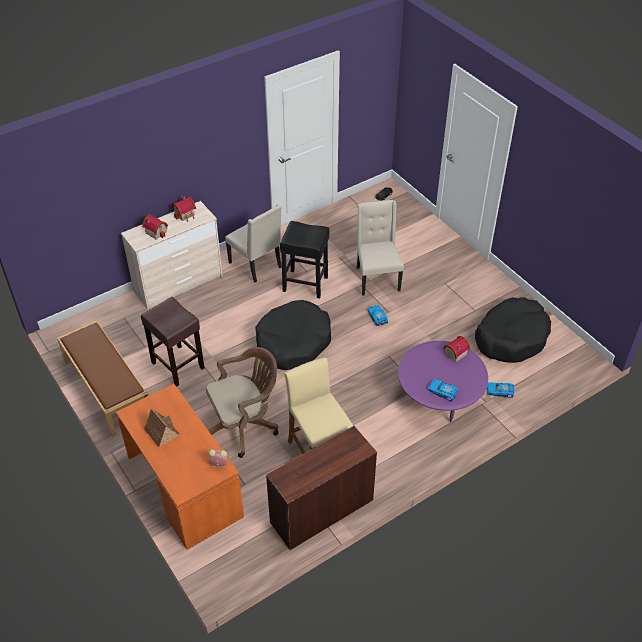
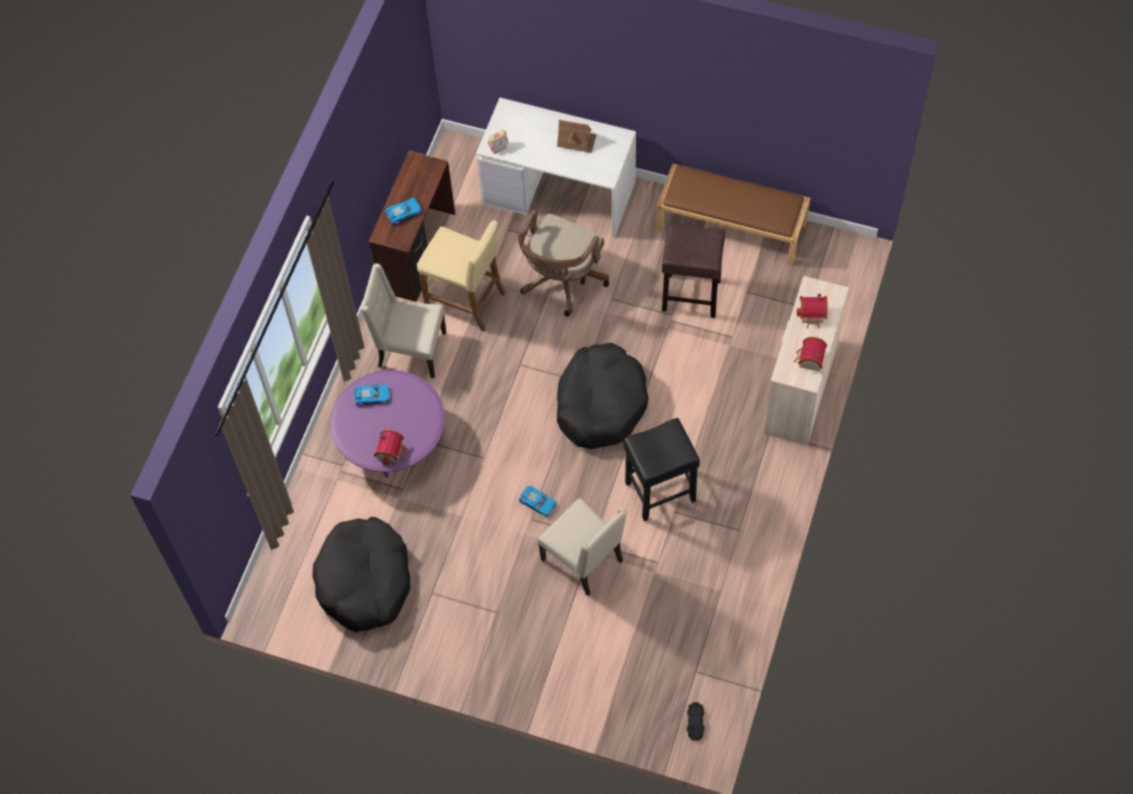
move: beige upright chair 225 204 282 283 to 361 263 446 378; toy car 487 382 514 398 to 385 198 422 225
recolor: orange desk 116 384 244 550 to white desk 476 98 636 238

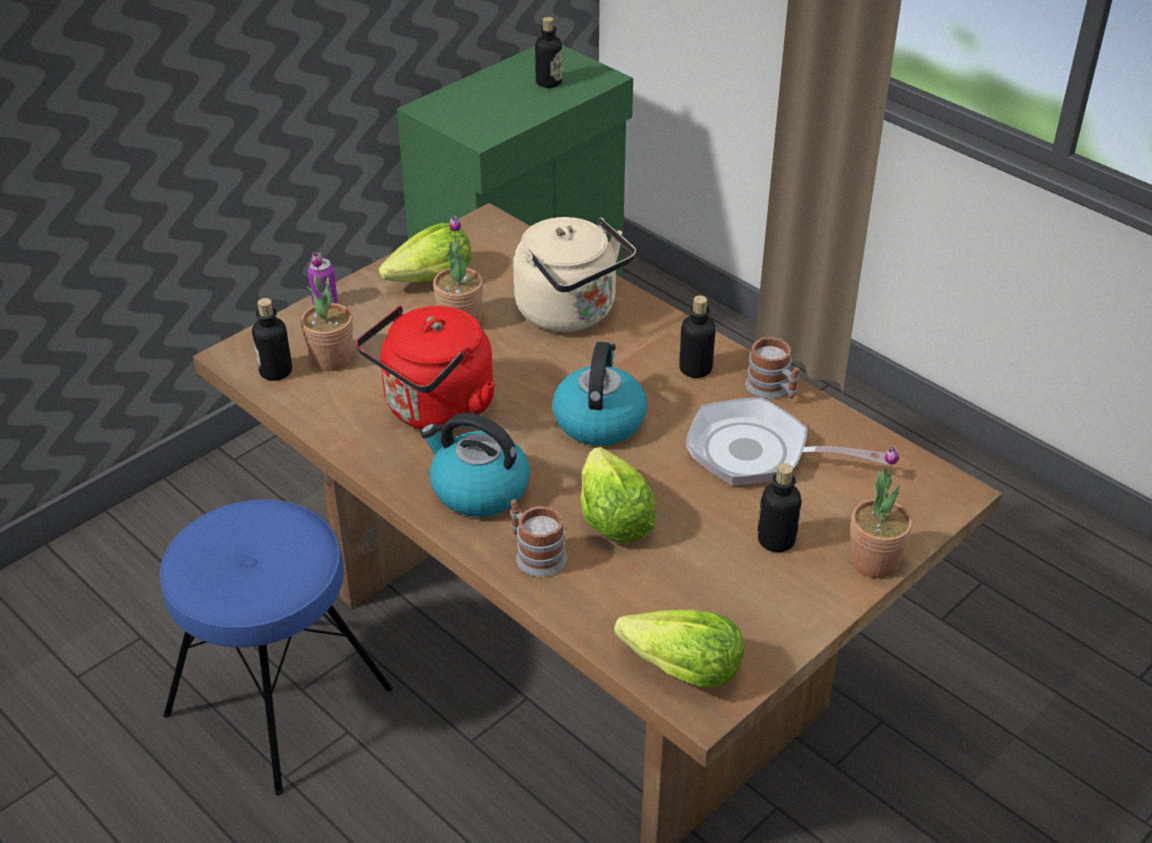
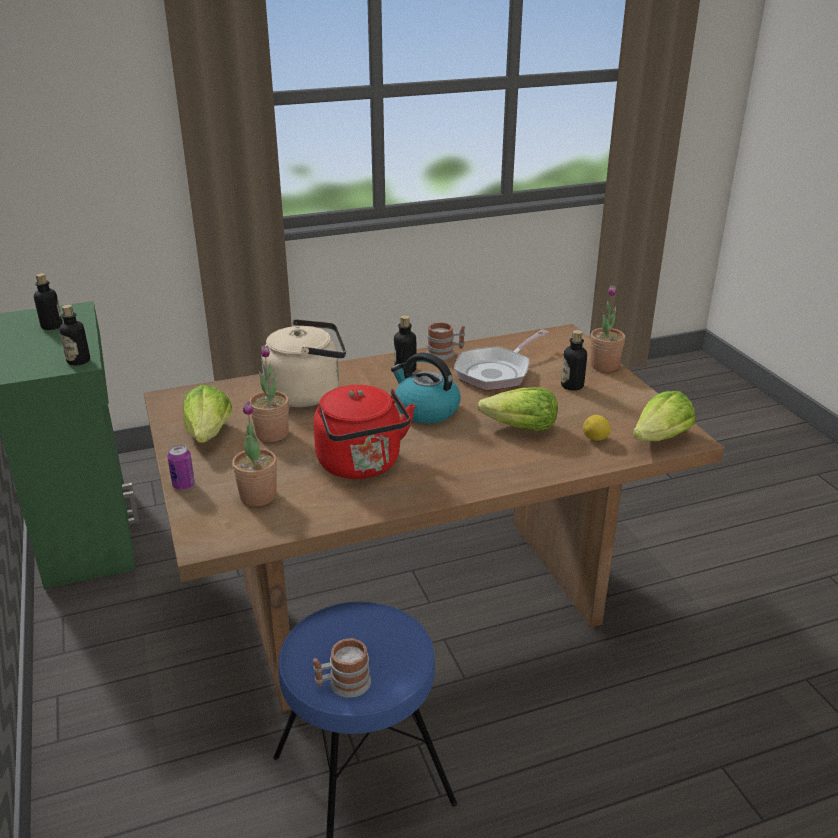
delete: tea kettle 420 413 530 517
insert: citrus fruit 583 415 611 440
move: beverage bottle 252 298 292 381 to 59 305 90 365; coffee mug 510 499 567 577 to 313 638 371 698

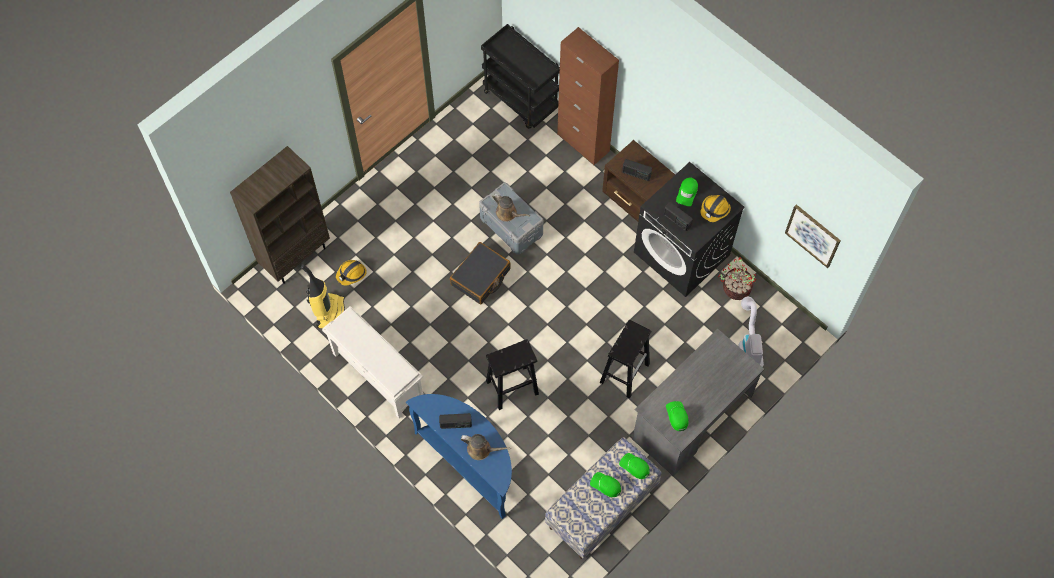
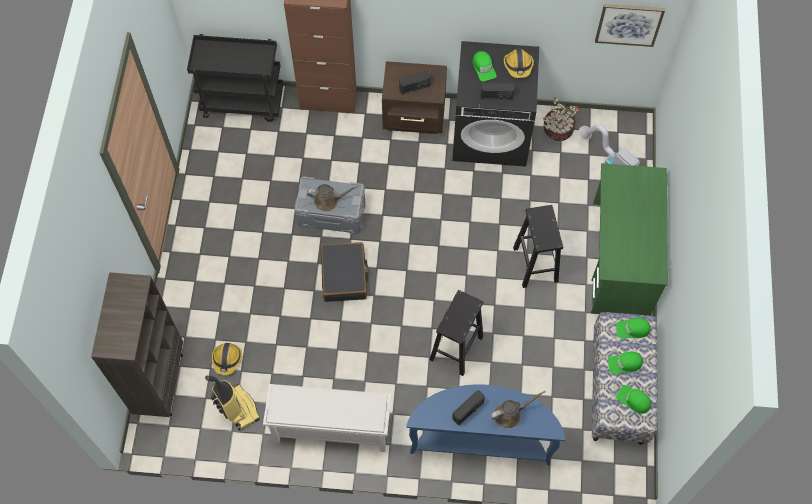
move: greenish cap 666 401 689 431 to 616 385 651 414
recolor: grey desk 632 329 764 476 to greenish desk 591 163 668 316

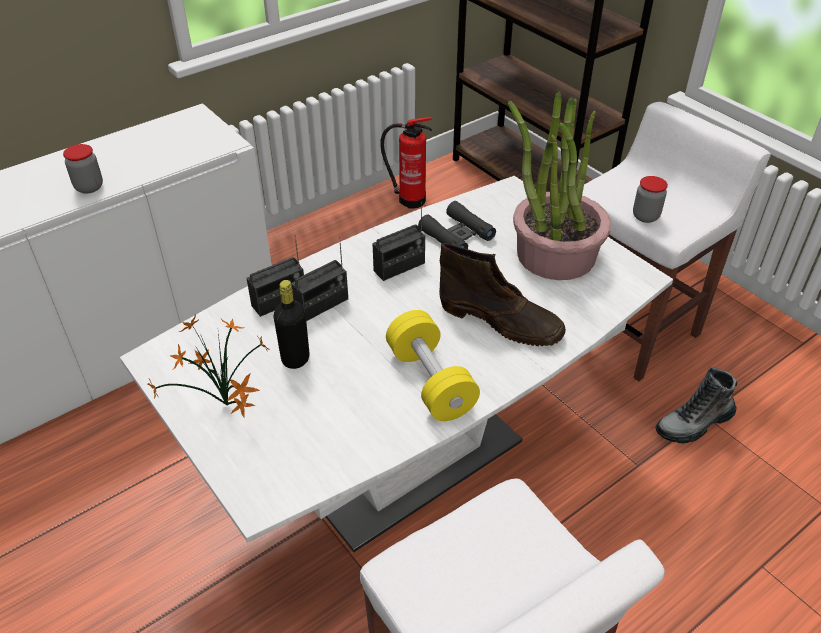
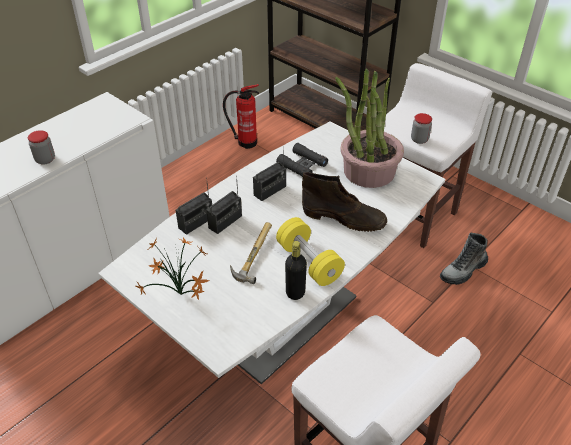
insert: tool hammer 230 222 272 284
move: black beverage bottle 274 280 309 369 to 285 241 307 300

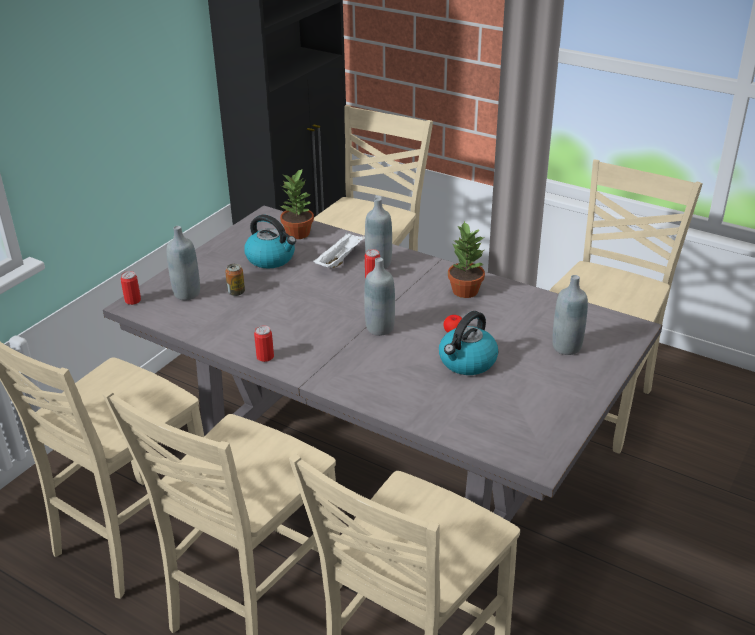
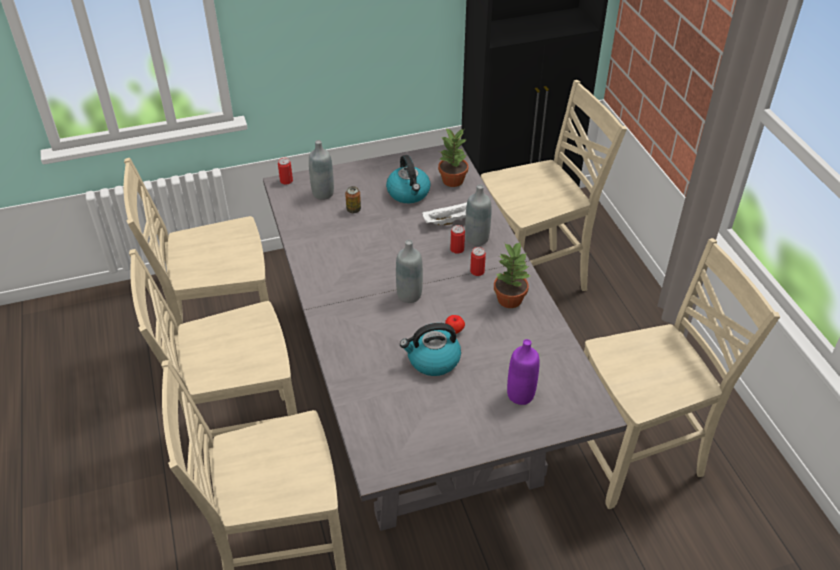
move: metal can 254 325 274 362 to 470 247 486 276
recolor: grey beverage bottle 552 275 588 355 to purple beverage bottle 507 339 540 405

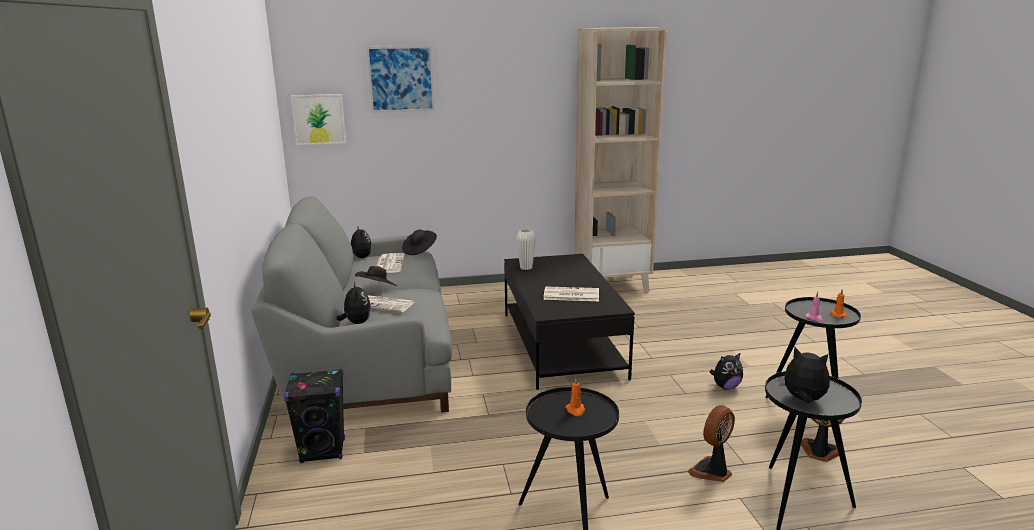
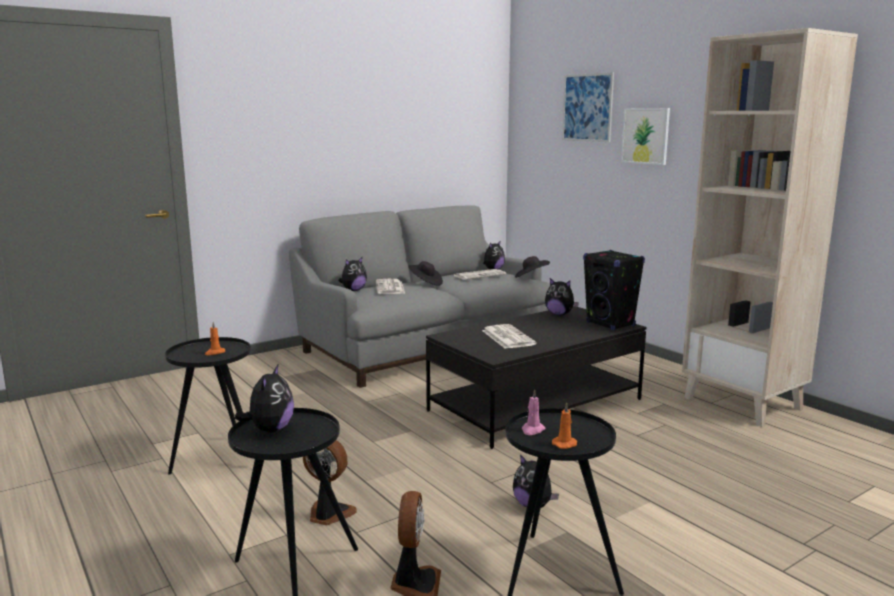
move: black speaker 284 369 345 463 to 583 250 645 330; picture 291 94 346 145 to 621 108 670 165
replace: white vase 516 229 536 270 to soft toy 545 278 579 315

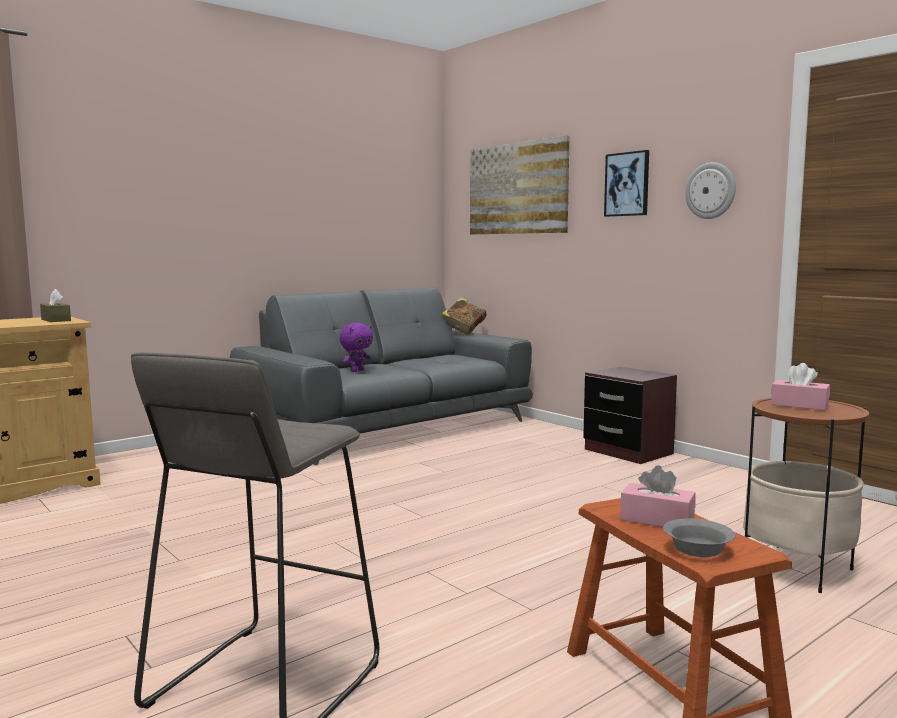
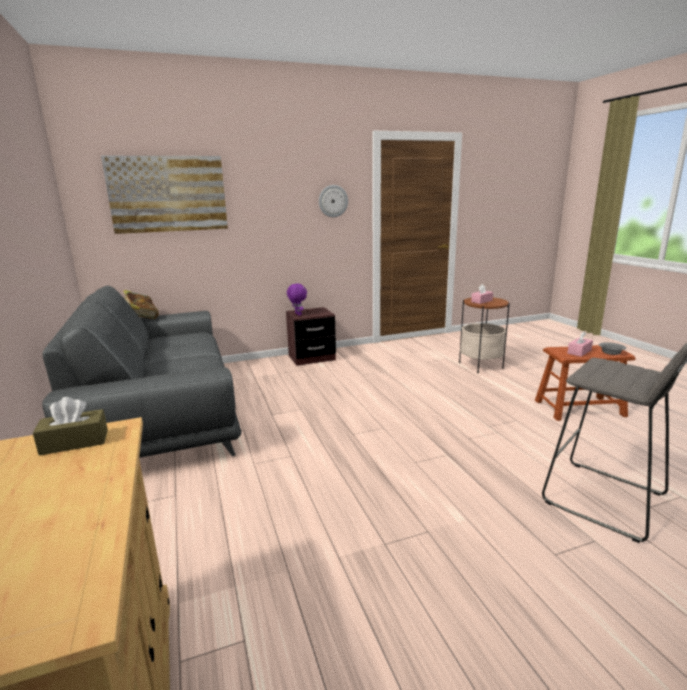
delete: picture 604 150 649 217
move: purple soft toy 339 323 373 372 to 287 284 307 316

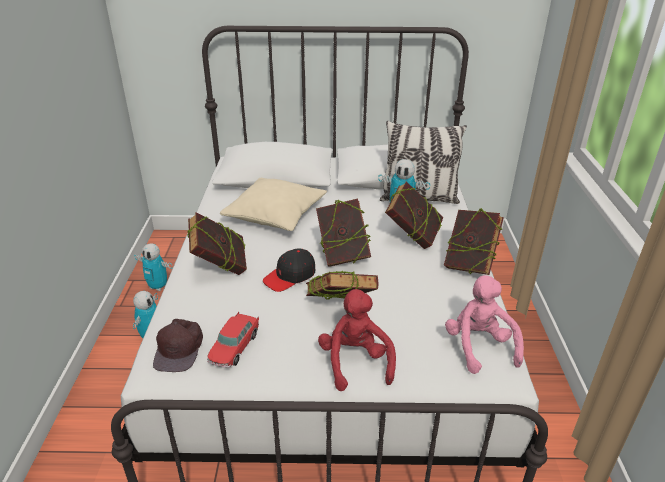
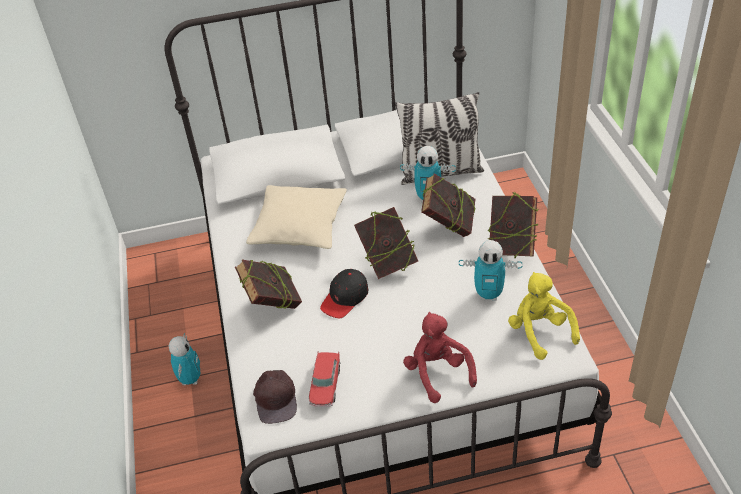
delete: bound book 306 270 378 300
move: robot figure 134 243 172 291 to 459 240 522 301
recolor: pink soft toy 445 275 524 374 to yellow-coloured soft toy 508 272 580 360

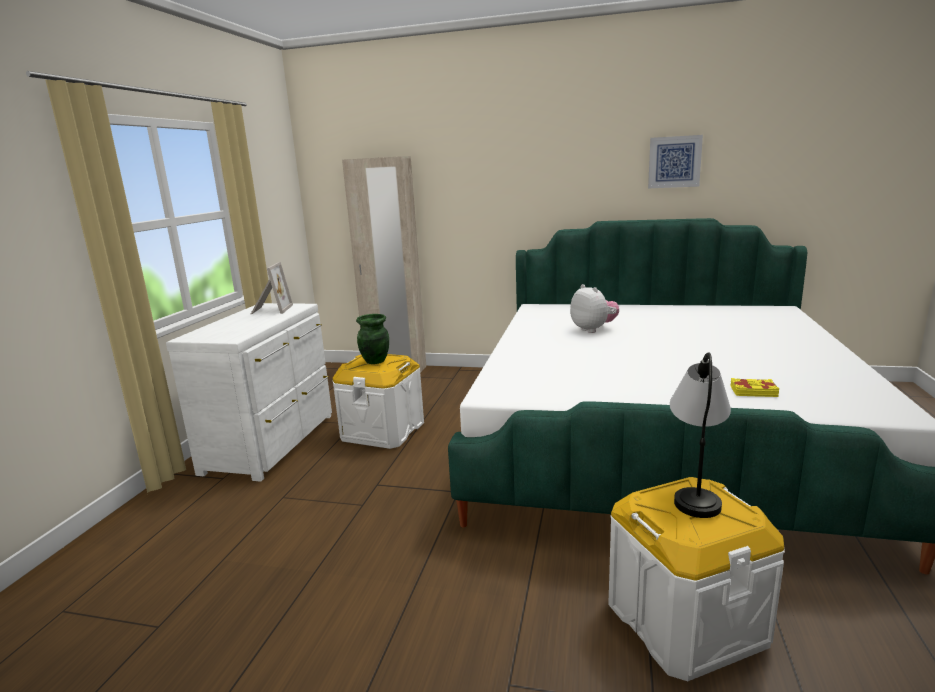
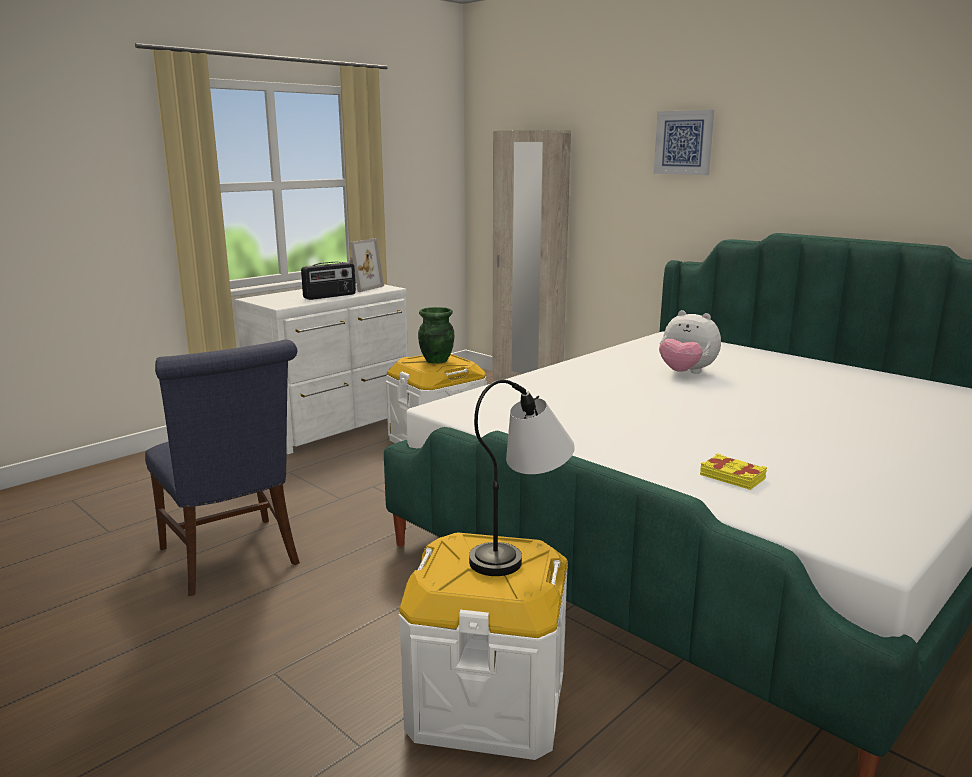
insert: bluish upright chair 145 340 300 596; radio receiver 301 262 356 300
move: picture 648 135 703 188 to 654 110 714 175
rotate: soft toy 570 284 619 333 = 659 310 721 374 120 degrees clockwise

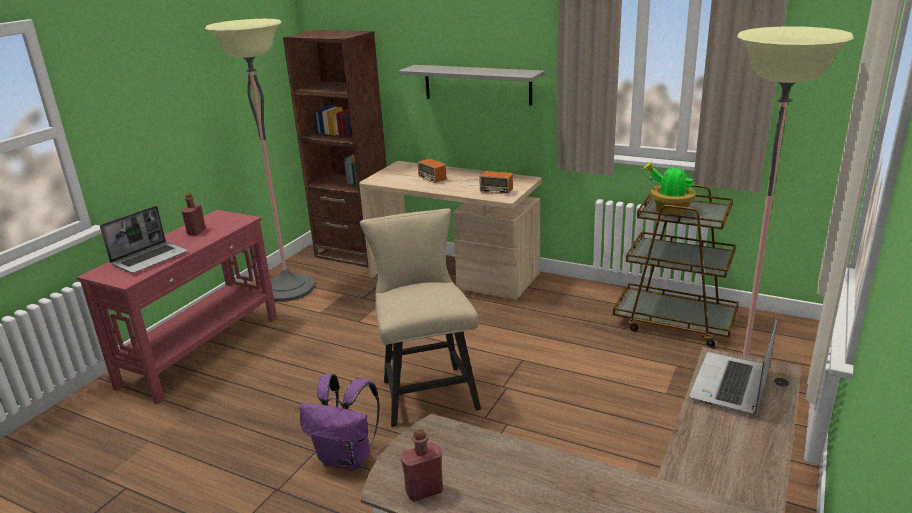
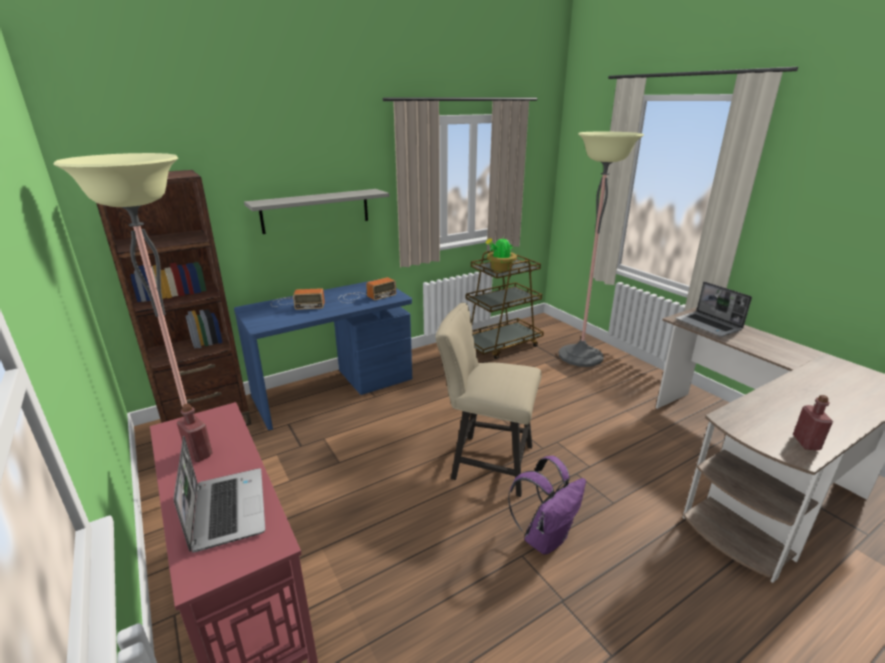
recolor: beige desk 359 161 542 300 to bluish desk 234 280 412 430

